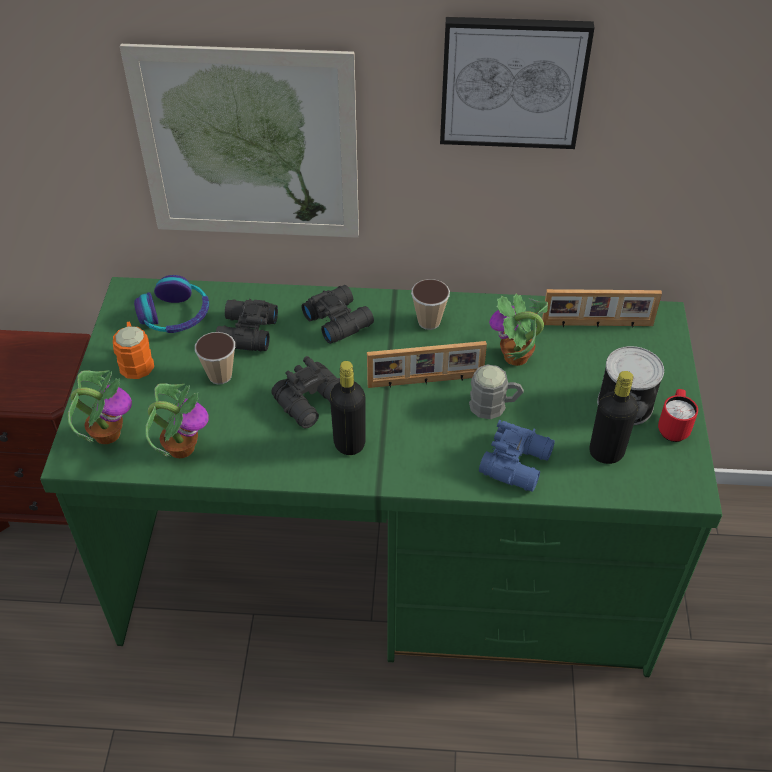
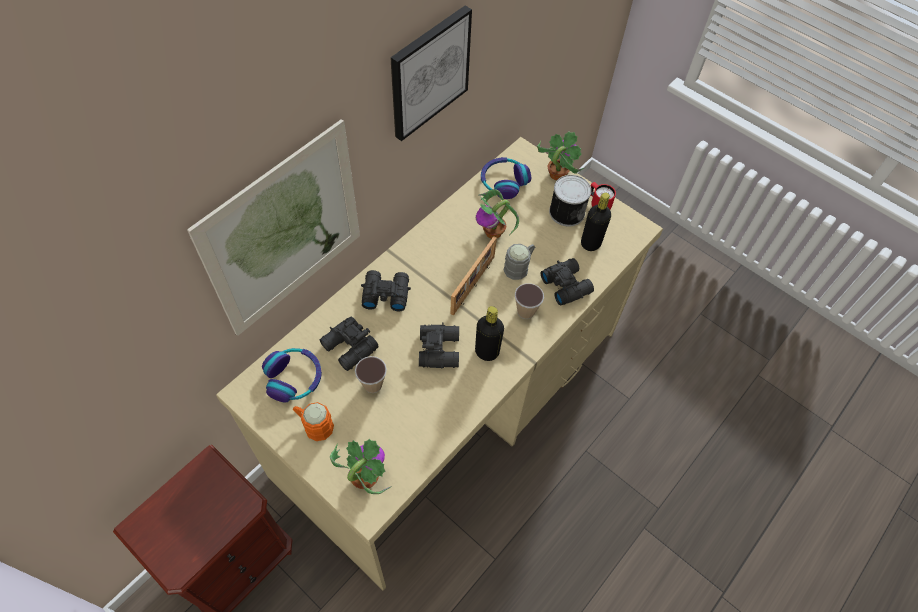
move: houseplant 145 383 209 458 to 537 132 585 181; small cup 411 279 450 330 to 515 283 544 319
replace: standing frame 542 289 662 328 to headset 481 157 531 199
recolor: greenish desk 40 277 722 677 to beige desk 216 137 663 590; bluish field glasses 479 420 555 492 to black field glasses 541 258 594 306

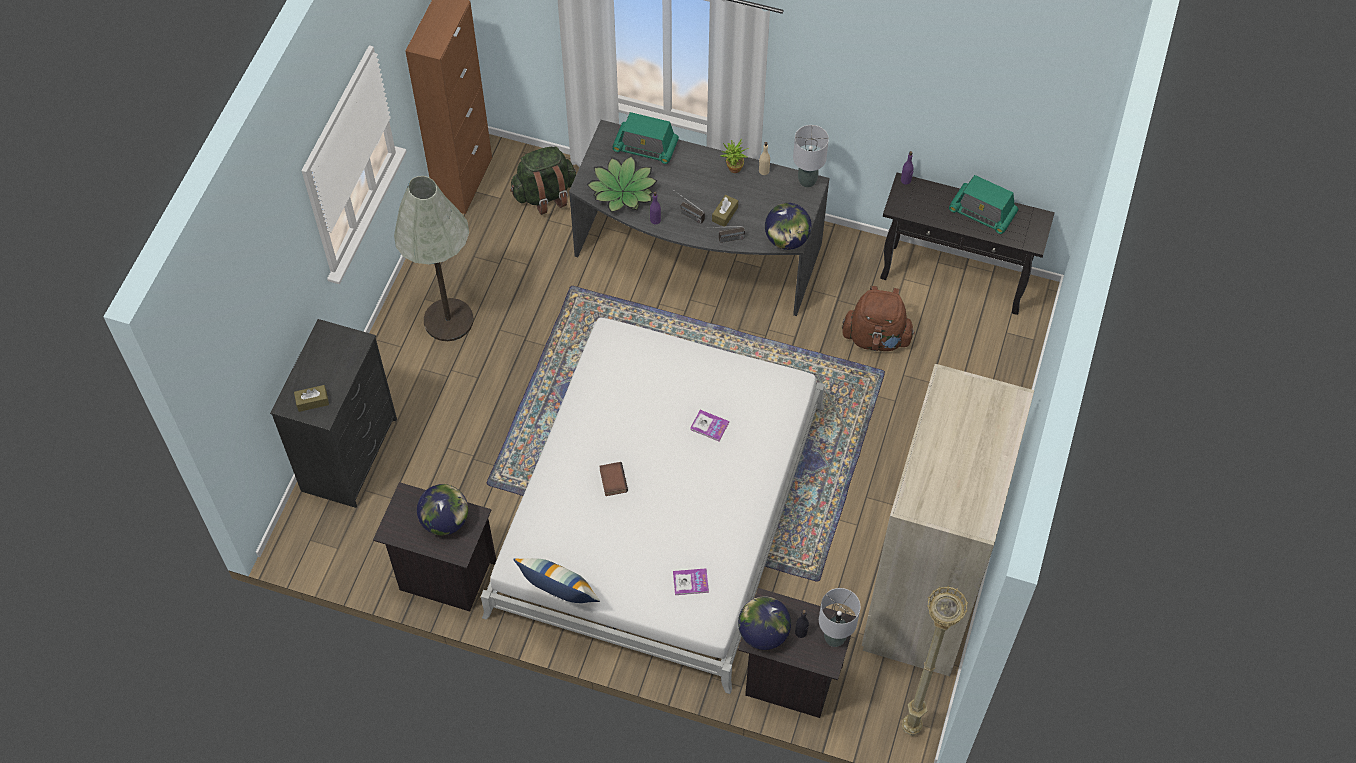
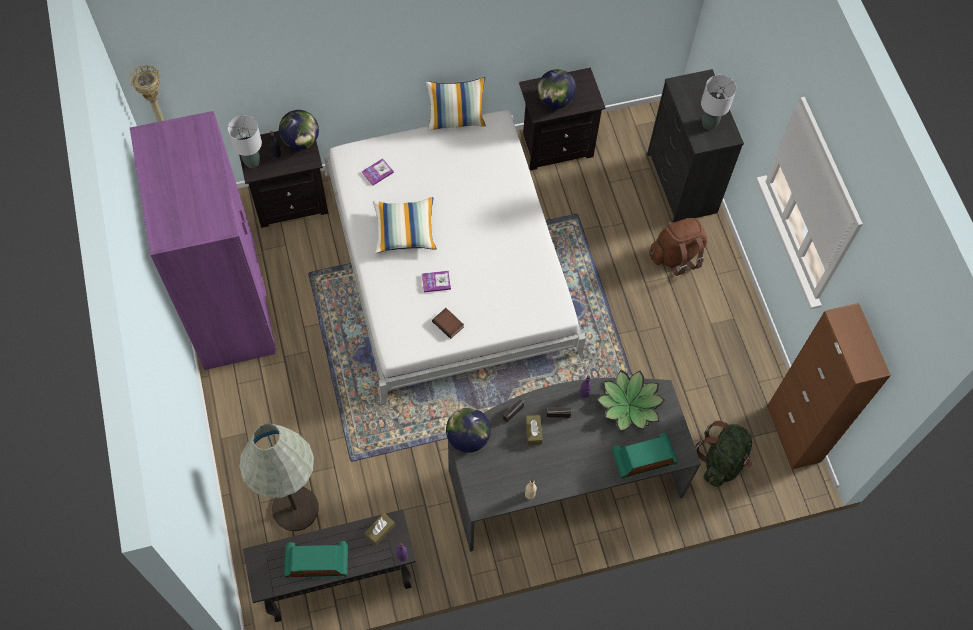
delete: houseplant 720 138 749 173
insert: cushion 373 197 437 253
move: brownish tissue box 294 385 329 412 to 365 513 395 546; grey standing lamp 394 176 473 341 to 239 423 319 531; bound book 599 462 628 496 to 432 308 464 339; grey table lamp 793 125 829 188 to 701 75 736 130; brownish backpack 842 286 915 351 to 649 218 707 276
recolor: beige wardrobe 862 364 1034 676 to purple wardrobe 130 111 276 370

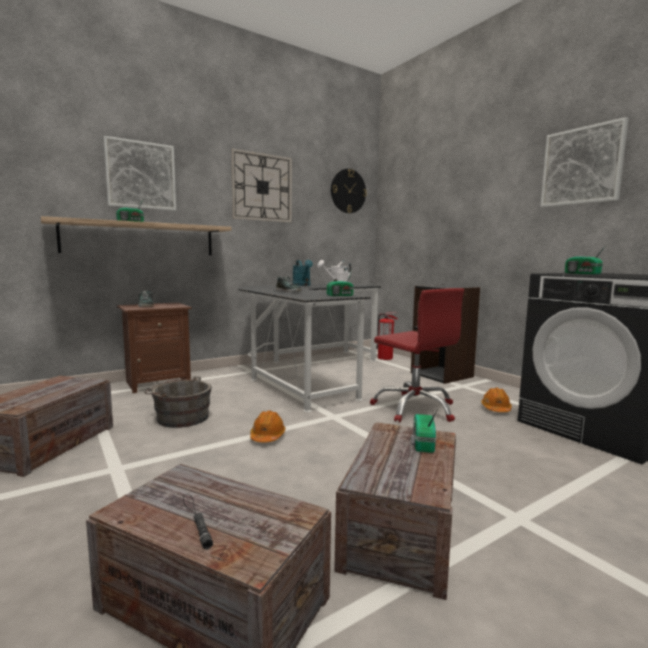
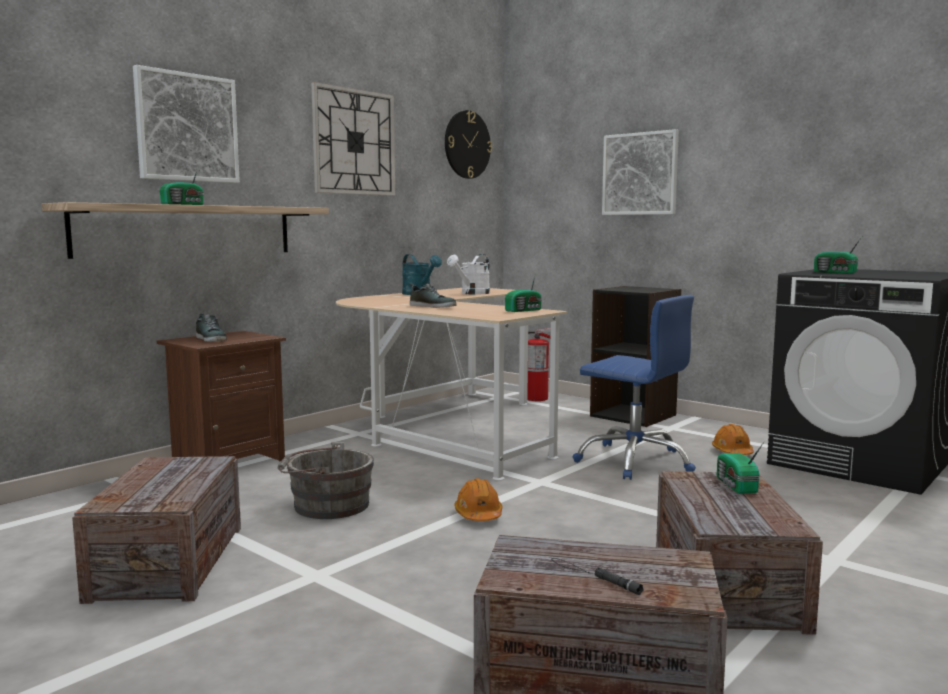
move: picture 540 117 629 207 to 602 129 679 215
recolor: black desk 238 284 381 412 to beige desk 336 288 567 481; red computer chair 370 288 464 422 to bluish computer chair 572 295 696 480

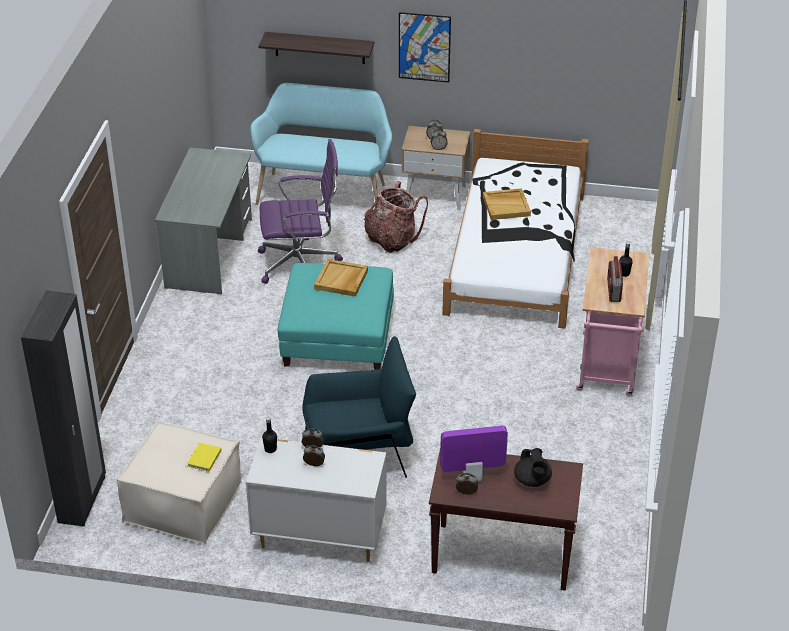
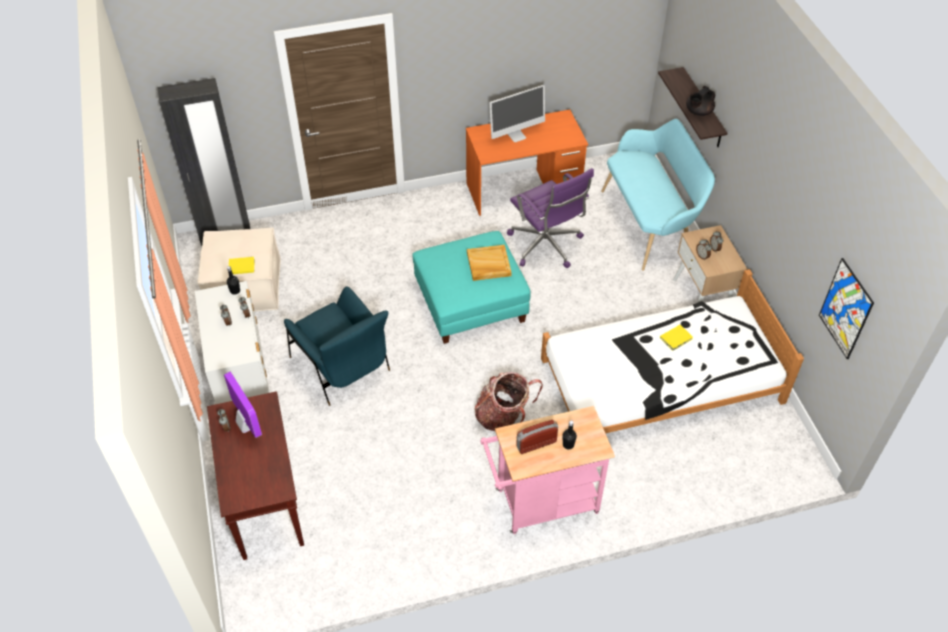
insert: computer screen 489 85 545 142
move: backpack 364 181 428 253 to 475 372 543 431; picture 399 12 451 83 to 819 258 874 359; black pot for tea 514 448 552 487 to 686 86 715 116
replace: beige carrying tray 483 188 531 220 to yellow-coloured bound book 660 325 693 350
recolor: grey desk 155 147 252 294 to orange desk 466 109 588 216

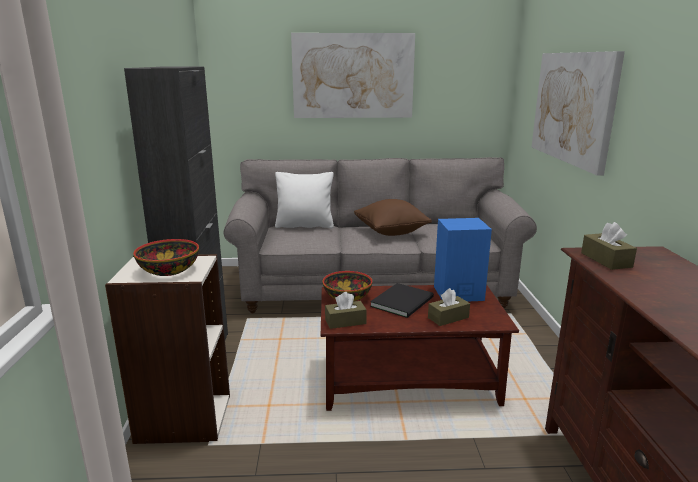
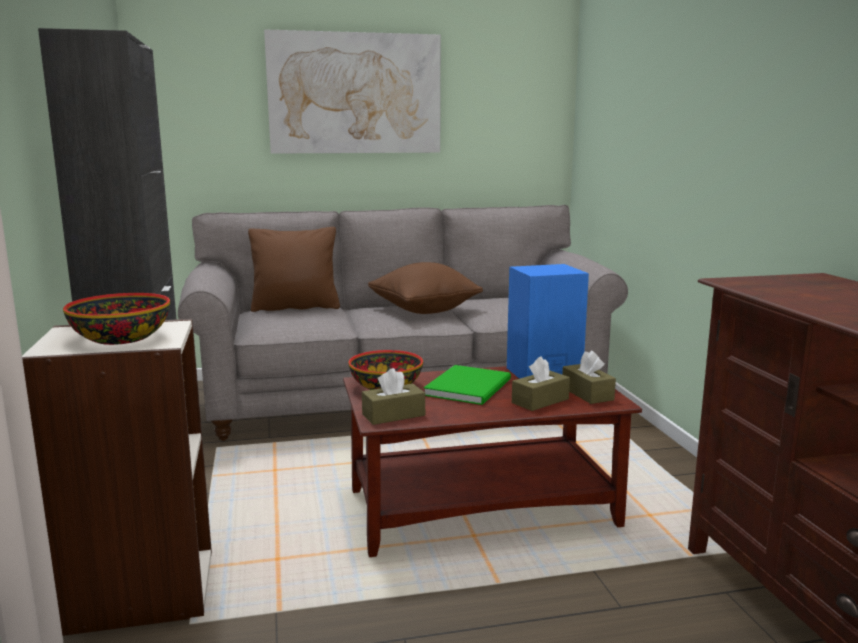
delete: picture 532 51 625 175
move: brownish tissue box 581 222 637 270 to 562 350 616 404
recolor: white cushion 275 172 334 228 to brownish cushion 248 227 340 312; black bound book 370 283 434 318 to greenish bound book 423 365 511 405

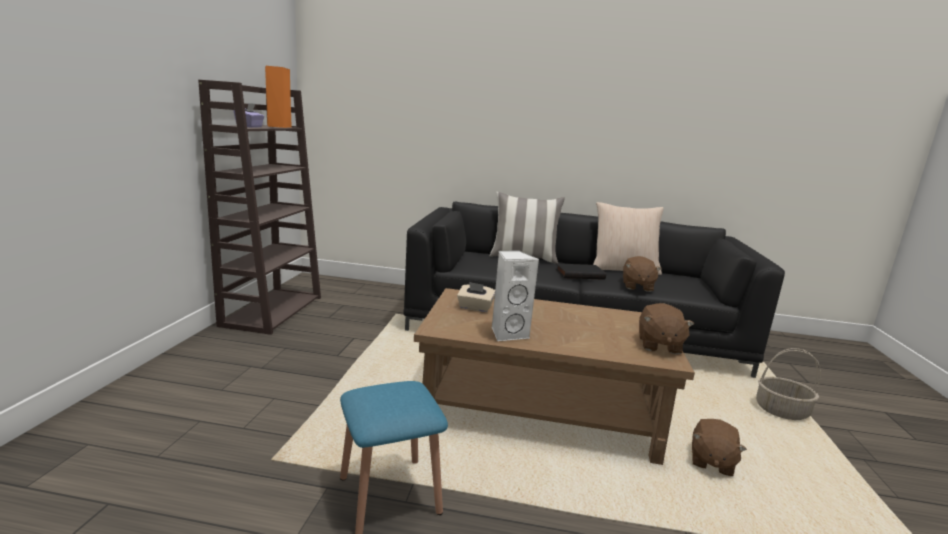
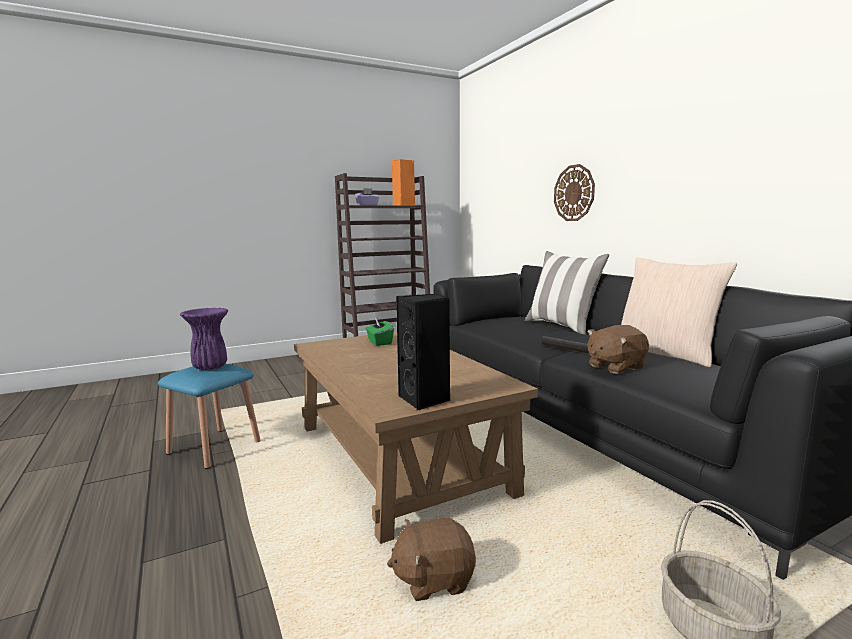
delete: white speaker 492 250 539 341
insert: purple vase 180 308 228 370; hanging clock 554 164 595 221
replace: brownish soft toy 639 303 694 355 to black speaker 396 294 450 410
recolor: beige tissue box 457 282 495 312 to greenish tissue box 365 318 394 346

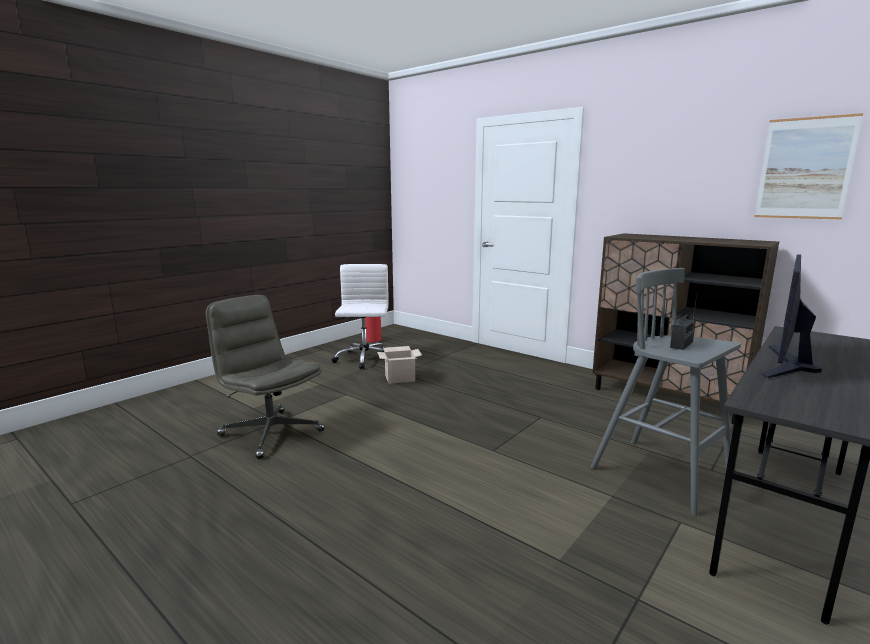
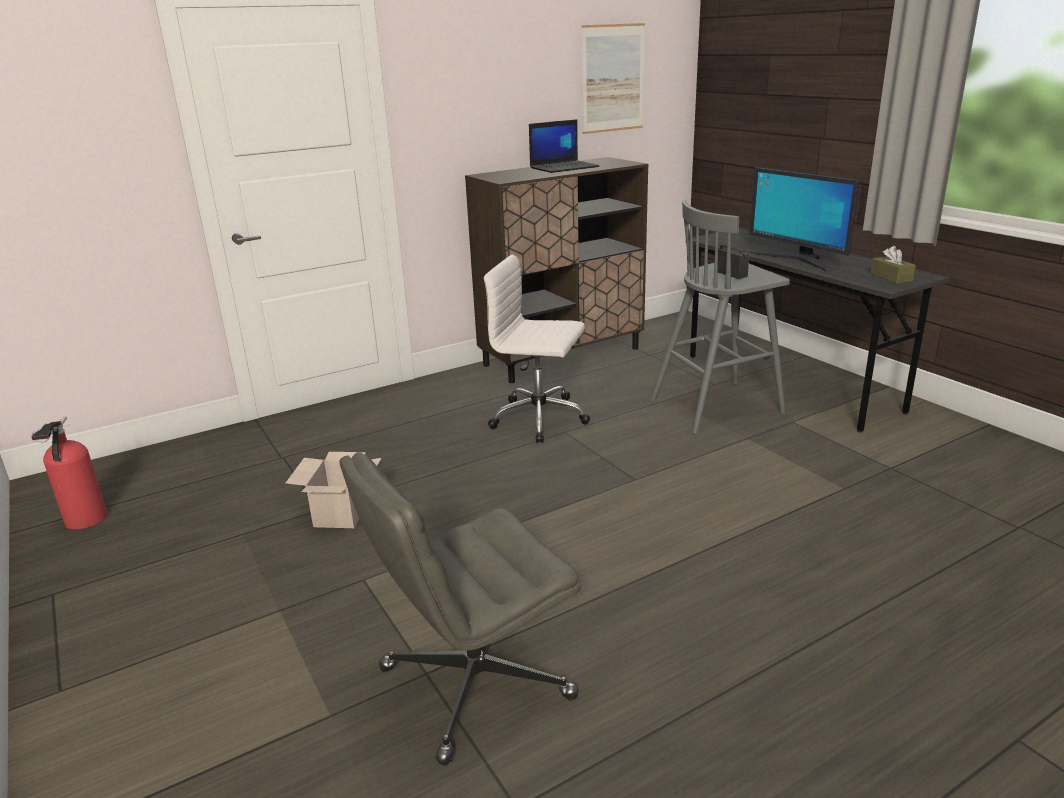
insert: portable computer 529 119 599 173; brownish tissue box 870 246 916 284
move: white computer chair 331 264 389 369 to 484 255 590 443

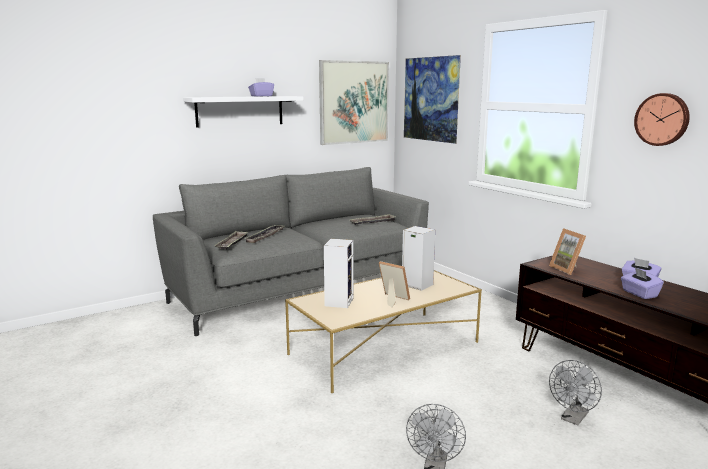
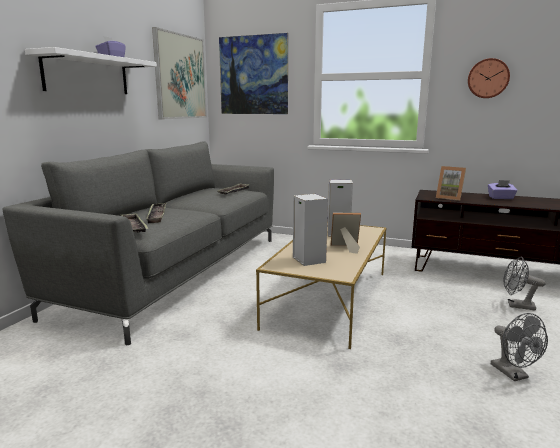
delete: purple tissue box 621 267 664 299
rotate: grey fan 549 360 602 426 = 503 257 546 311 105 degrees clockwise

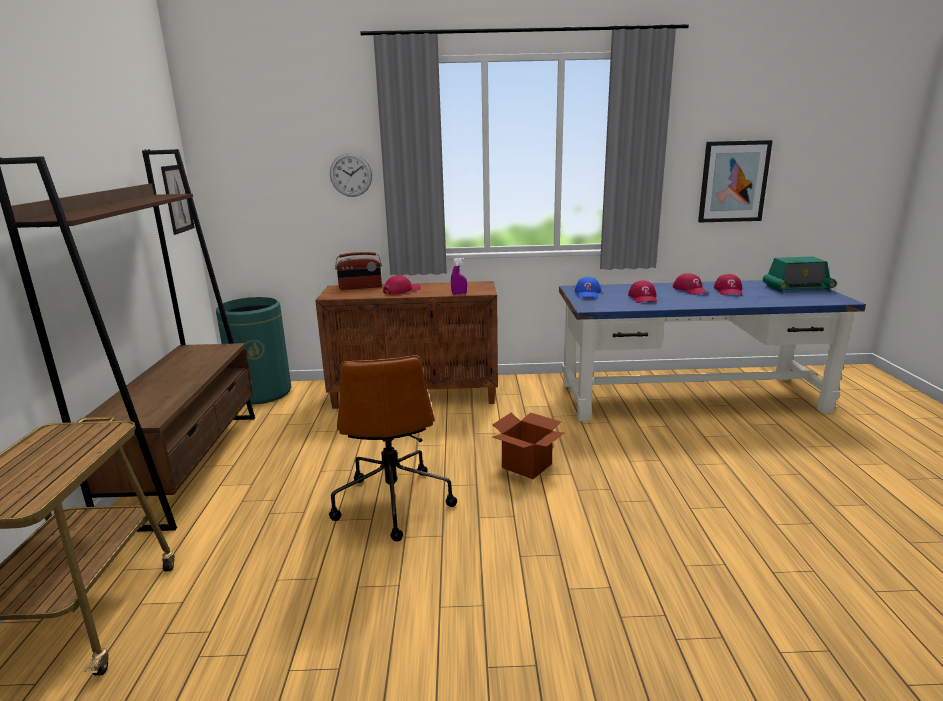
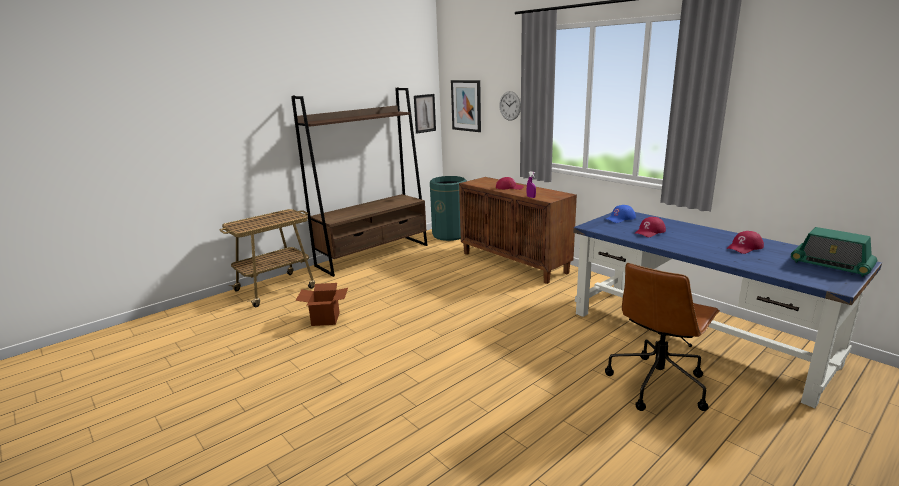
delete: radio receiver 335 252 382 290; red cap 672 273 709 295
move: brownish computer chair 329 355 457 541 to 605 263 720 411; carton 492 412 564 479 to 296 283 348 326; picture 698 140 773 223 to 451 80 481 132

